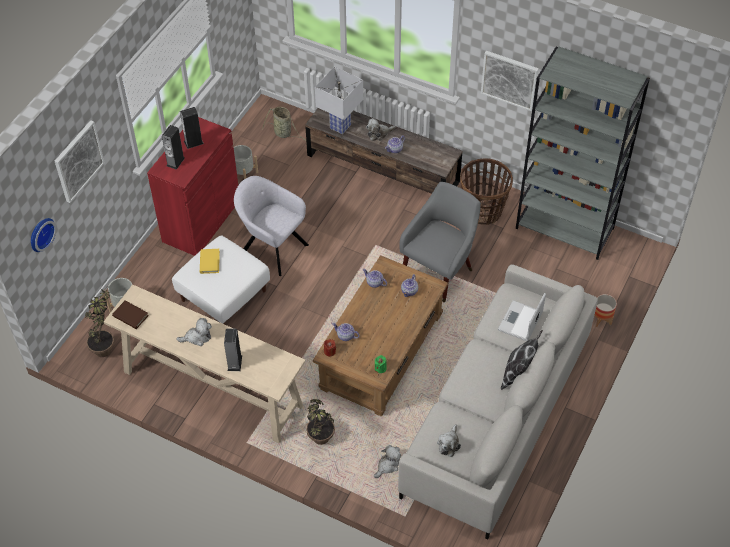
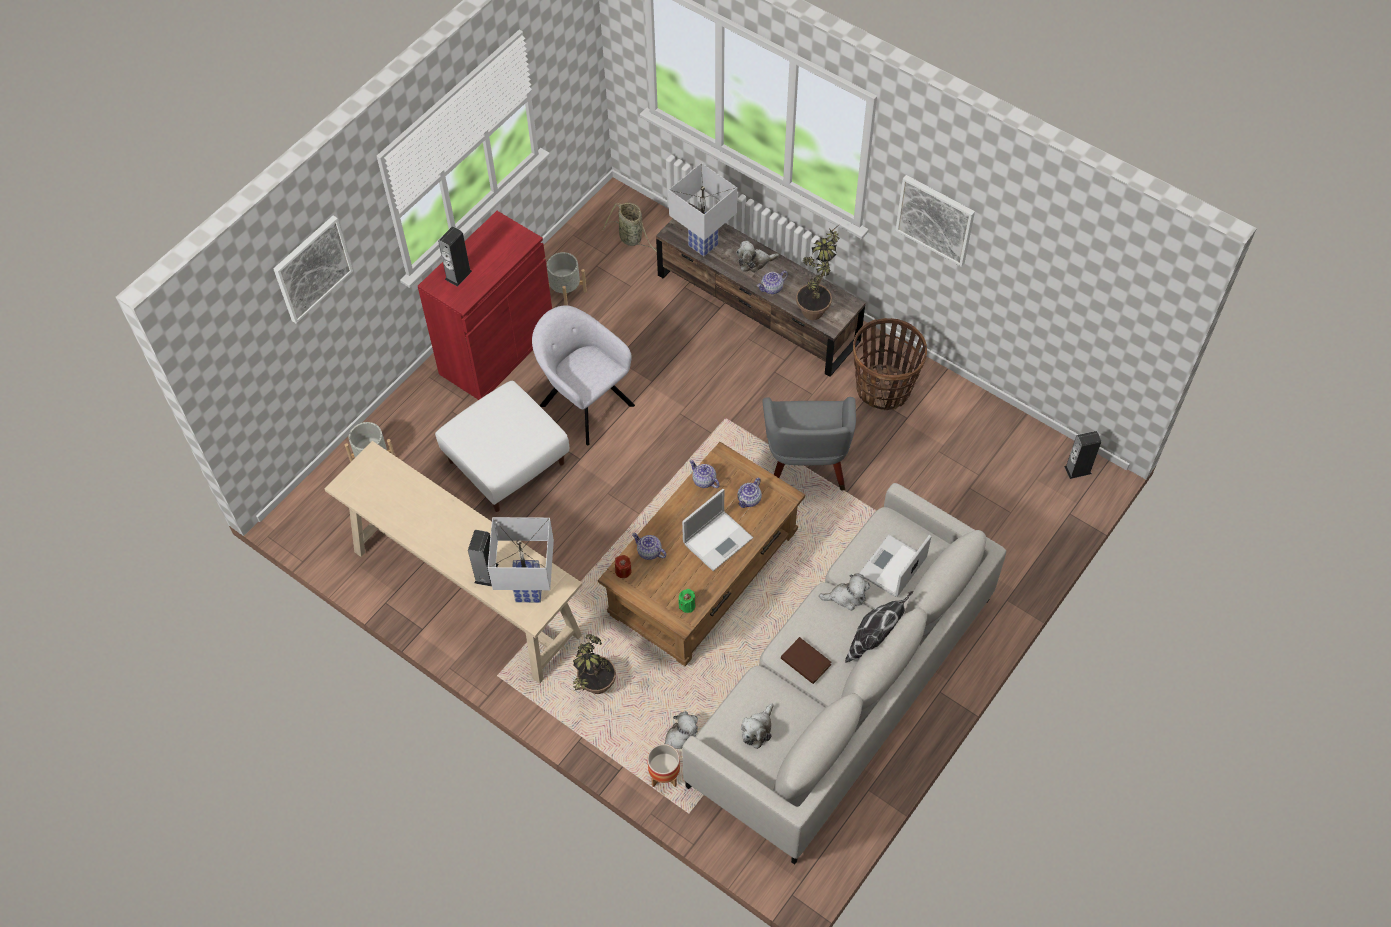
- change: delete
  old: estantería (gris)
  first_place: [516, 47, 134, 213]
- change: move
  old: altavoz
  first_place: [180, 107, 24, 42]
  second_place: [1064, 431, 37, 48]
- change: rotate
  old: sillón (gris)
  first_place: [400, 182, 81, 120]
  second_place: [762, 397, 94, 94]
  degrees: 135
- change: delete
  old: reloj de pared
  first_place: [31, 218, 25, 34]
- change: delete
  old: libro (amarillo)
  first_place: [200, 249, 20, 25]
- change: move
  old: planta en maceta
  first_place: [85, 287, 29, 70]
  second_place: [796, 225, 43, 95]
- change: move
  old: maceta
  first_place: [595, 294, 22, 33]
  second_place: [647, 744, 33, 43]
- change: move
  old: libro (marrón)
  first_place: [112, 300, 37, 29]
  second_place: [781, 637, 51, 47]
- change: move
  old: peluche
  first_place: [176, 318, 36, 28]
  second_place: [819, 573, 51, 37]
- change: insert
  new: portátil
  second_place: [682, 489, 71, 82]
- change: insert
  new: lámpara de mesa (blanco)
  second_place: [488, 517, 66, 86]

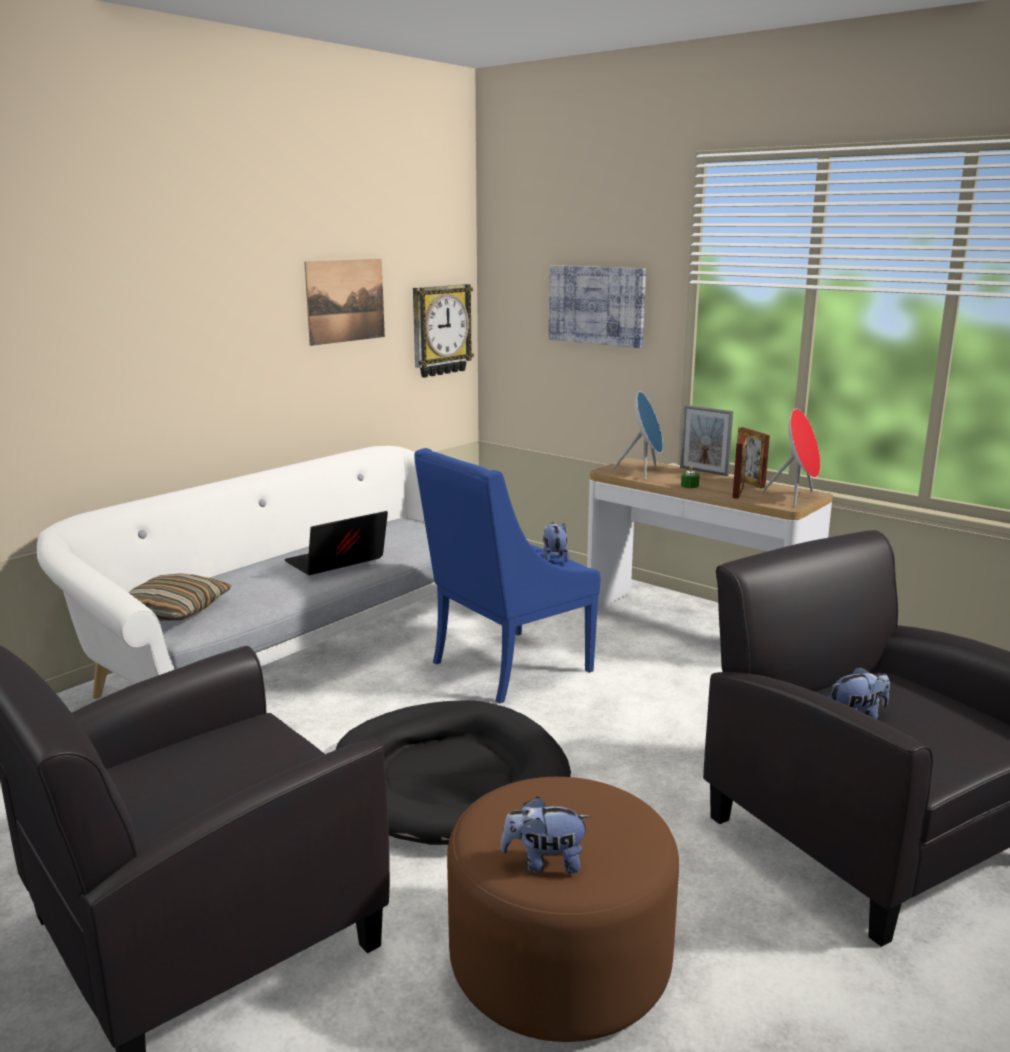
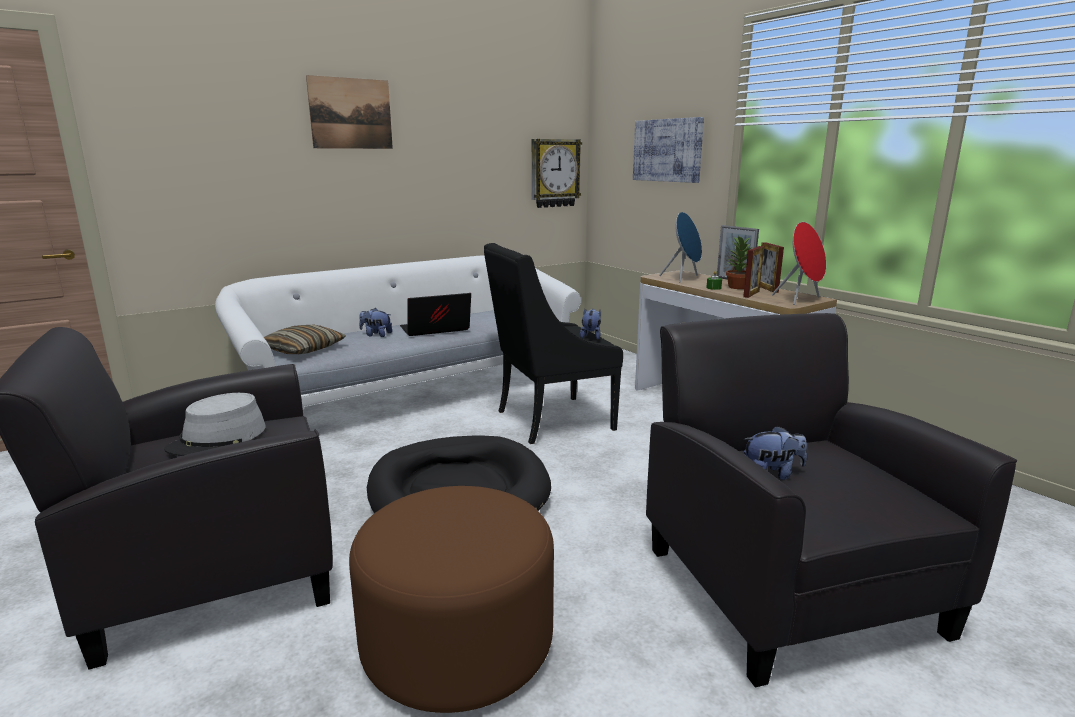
- change: move
  old: cuadro
  first_place: [305, 259, 80, 87]
  second_place: [306, 75, 87, 74]
- change: recolor
  old: sillón (azul)
  new: sillón (negro)
  first_place: [414, 448, 186, 256]
  second_place: [484, 243, 139, 201]
- change: move
  old: peluche
  first_place: [500, 797, 91, 76]
  second_place: [359, 308, 33, 29]
- change: insert
  new: planta en maceta
  second_place: [726, 237, 27, 52]
- change: insert
  new: sombrero (gris)
  second_place: [164, 393, 102, 63]

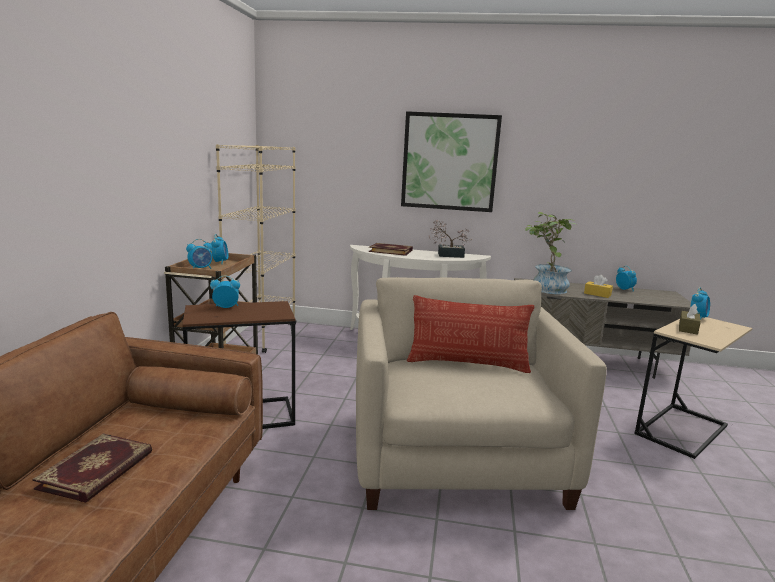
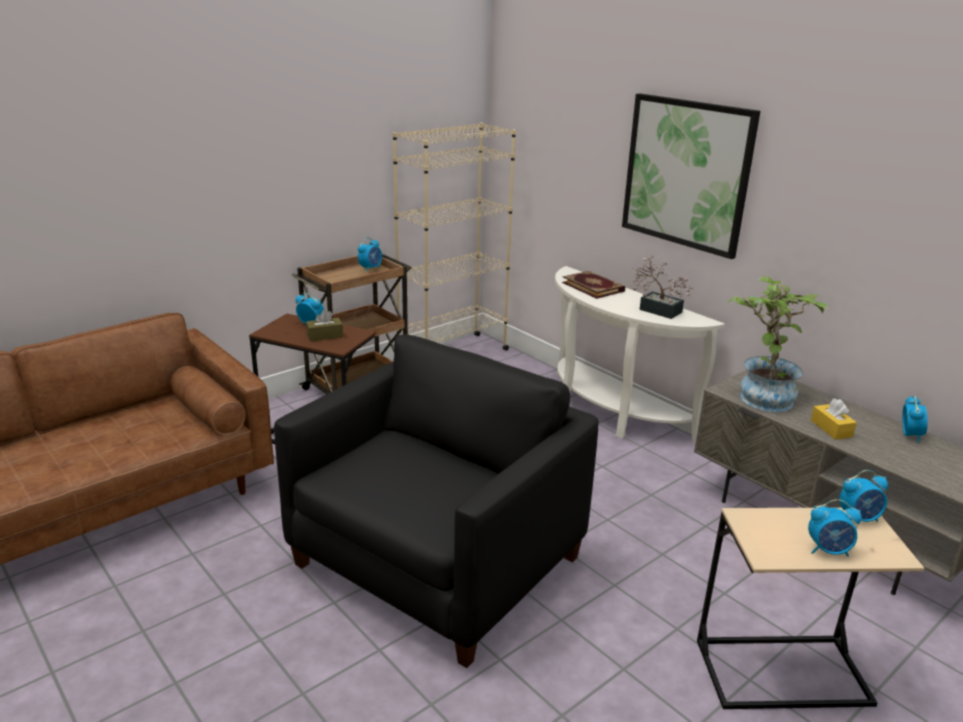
- change: move
  old: despertador
  first_place: [186, 239, 27, 30]
  second_place: [808, 499, 54, 58]
- change: recolor
  old: sillón (beis)
  new: sillón (negro)
  first_place: [356, 277, 251, 233]
  second_place: [274, 334, 324, 334]
- change: delete
  old: cojín
  first_place: [407, 295, 127, 78]
- change: move
  old: caja de pañuelos (marrón)
  first_place: [679, 304, 22, 31]
  second_place: [306, 310, 37, 31]
- change: delete
  old: libro
  first_place: [32, 433, 120, 70]

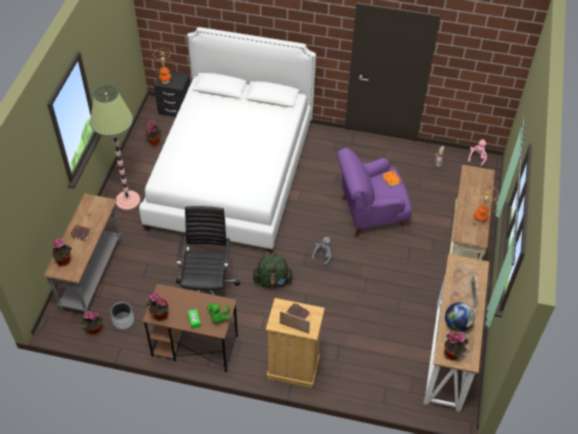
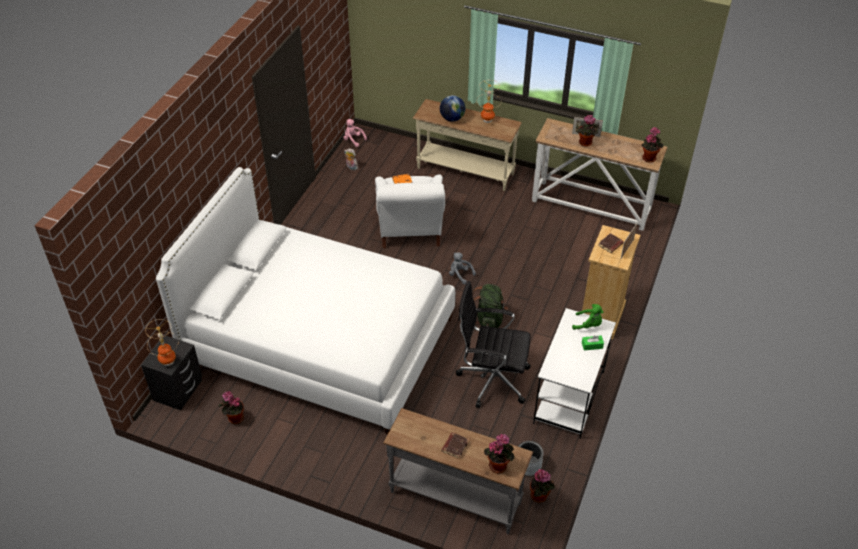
- change: delete
  old: lámpara de pie
  first_place: [90, 86, 50, 124]
- change: recolor
  old: sillón (morado)
  new: sillón (blanco)
  first_place: [337, 148, 75, 89]
  second_place: [375, 175, 70, 73]
- change: recolor
  old: escritorio (marrón)
  new: escritorio (blanco)
  first_place: [142, 284, 96, 88]
  second_place: [533, 308, 83, 131]
- change: move
  old: planta en maceta
  first_place: [146, 292, 23, 29]
  second_place: [576, 115, 22, 31]
- change: move
  old: globo terráqueo
  first_place: [445, 302, 30, 30]
  second_place: [440, 95, 25, 27]

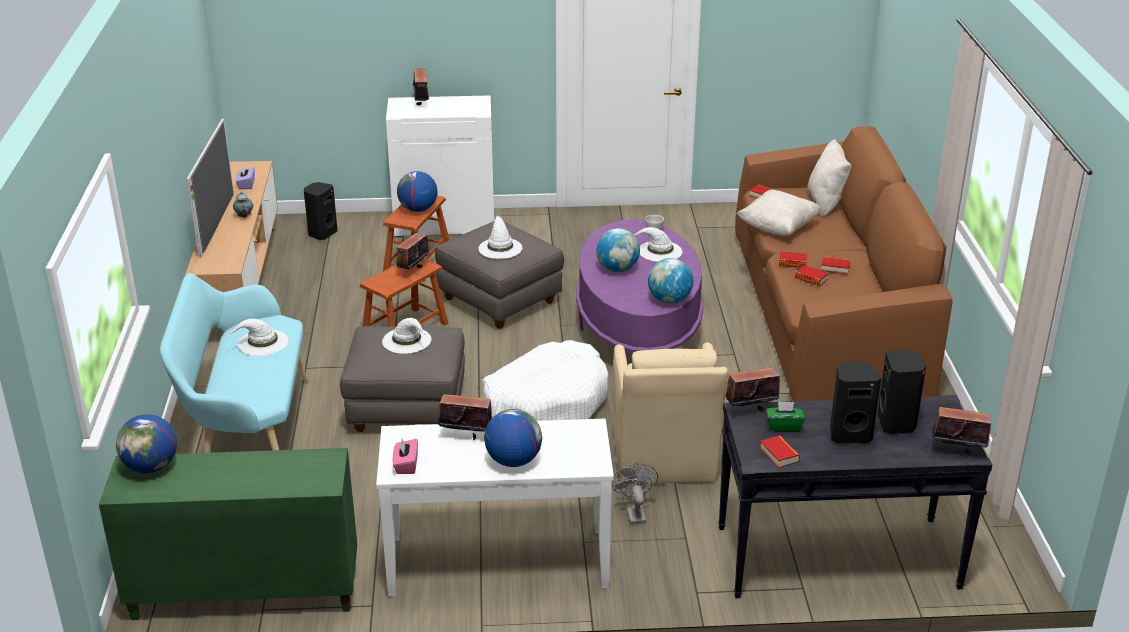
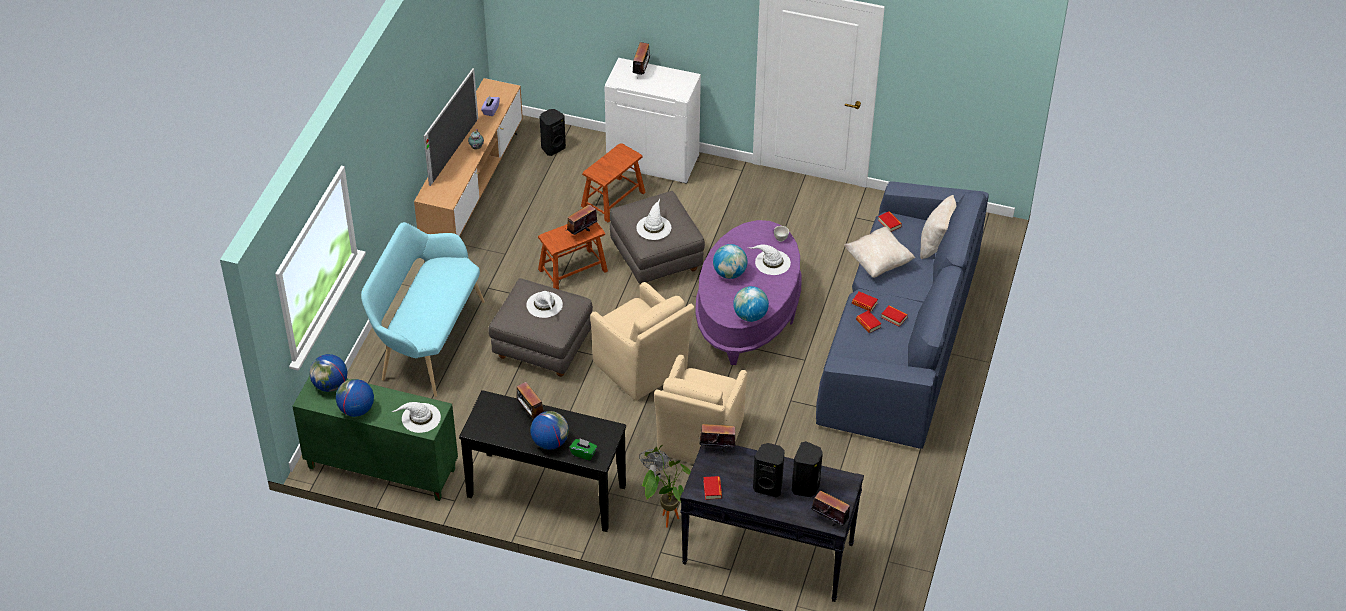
- change: recolor
  old: sofá (marrón)
  new: sofá (azul)
  first_place: [735, 126, 217, 275]
  second_place: [816, 181, 173, 268]
- change: move
  old: globo terráqueo
  first_place: [397, 171, 40, 41]
  second_place: [336, 379, 38, 38]
- change: move
  old: sombrero (blanco)
  first_place: [226, 319, 62, 37]
  second_place: [392, 402, 49, 31]
- change: replace
  old: cama para perro (blanco)
  new: sillón (beis)
  first_place: [482, 340, 127, 81]
  second_place: [590, 282, 104, 119]
- change: rotate
  old: radio
  first_place: [438, 387, 54, 53]
  second_place: [517, 382, 27, 39]
  degrees: -150
- change: move
  old: caja de pañuelos (verde)
  first_place: [766, 401, 39, 31]
  second_place: [570, 438, 27, 22]
- change: recolor
  old: mesa consola (blanco)
  new: mesa consola (negro)
  first_place: [376, 419, 238, 178]
  second_place: [459, 390, 167, 142]
- change: delete
  old: caja de pañuelos (rosa)
  first_place: [393, 439, 25, 35]
- change: insert
  new: planta en maceta
  second_place: [641, 445, 50, 83]

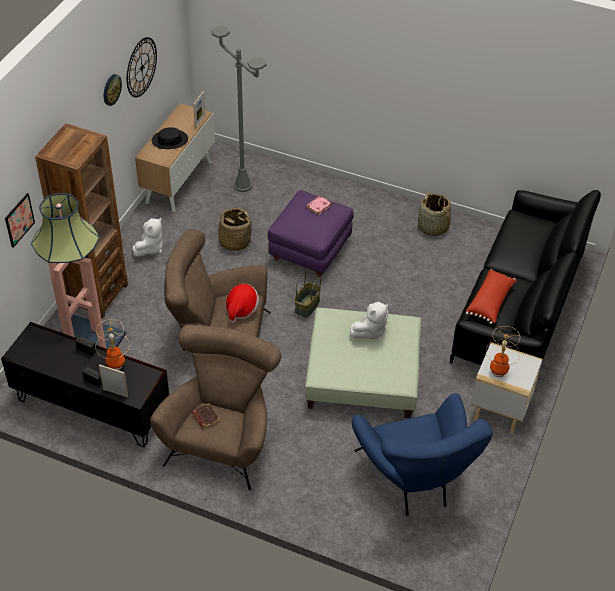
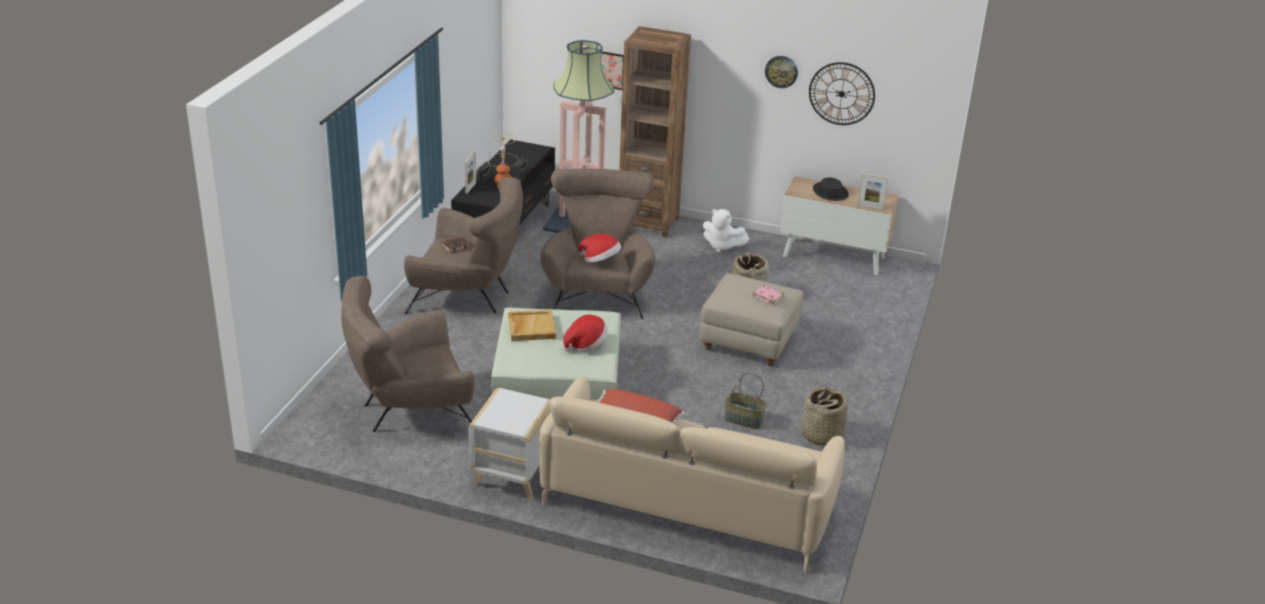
- change: delete
  old: lámpara de pie (gris)
  first_place: [211, 26, 55, 166]
- change: recolor
  old: puf (morado)
  new: puf (beis)
  first_place: [268, 190, 86, 87]
  second_place: [700, 273, 103, 93]
- change: recolor
  old: sofá (negro)
  new: sofá (beis)
  first_place: [450, 190, 151, 175]
  second_place: [539, 377, 306, 195]
- change: move
  old: cesta
  first_place: [295, 272, 26, 46]
  second_place: [724, 372, 42, 57]
- change: replace
  old: peluche (blanco)
  new: sombrero
  first_place: [350, 302, 39, 38]
  second_place: [563, 314, 45, 39]
- change: delete
  old: lámpara de mesa
  first_place: [486, 326, 34, 52]
- change: recolor
  old: sillón (azul)
  new: sillón (marrón)
  first_place: [352, 393, 141, 123]
  second_place: [341, 276, 133, 156]
- change: insert
  new: bandeja (beis)
  second_place: [508, 310, 48, 31]

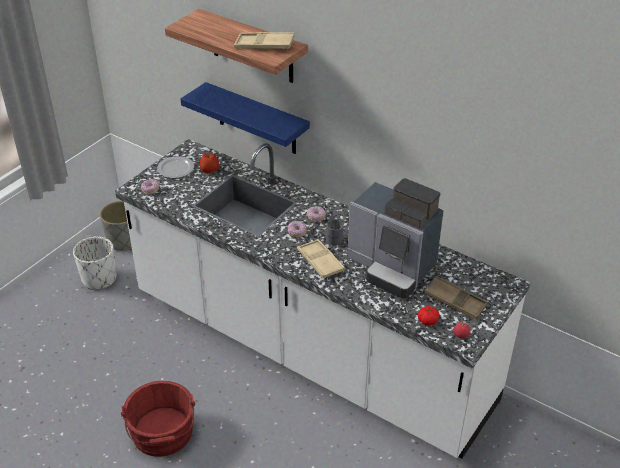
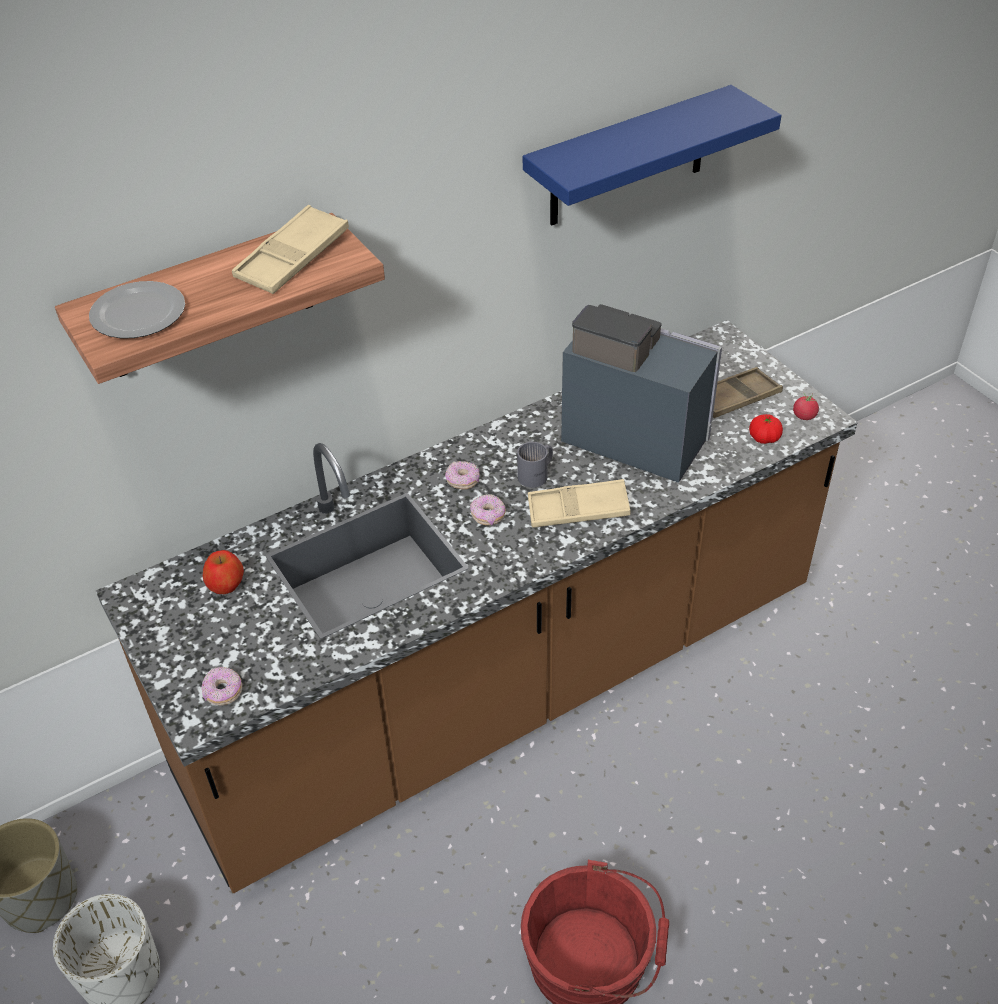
- change: move
  old: estante (azul)
  first_place: [180, 82, 130, 72]
  second_place: [523, 85, 258, 140]
- change: recolor
  old: mueble bajo de cocina (blanco)
  new: mueble bajo de cocina (marrón)
  first_place: [115, 139, 415, 320]
  second_place: [96, 320, 762, 573]
- change: move
  old: plato
  first_place: [157, 156, 37, 22]
  second_place: [89, 281, 96, 58]
- change: rotate
  old: cafetera
  first_place: [347, 178, 97, 120]
  second_place: [561, 304, 161, 179]
  degrees: -120

